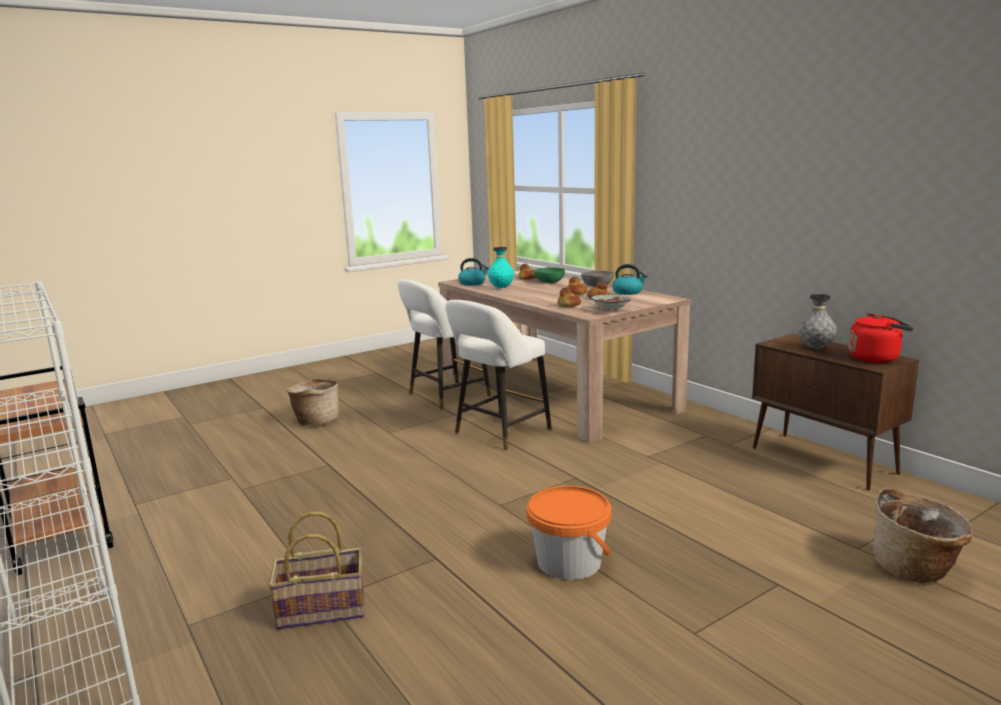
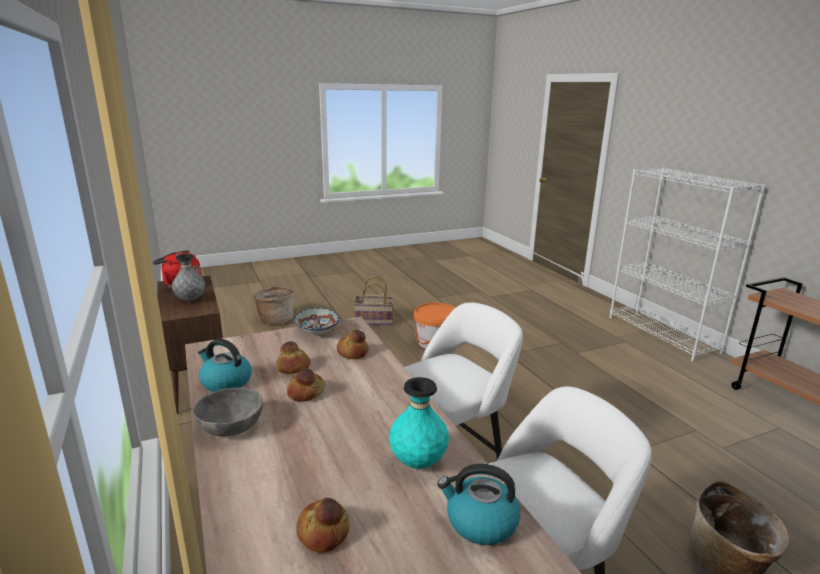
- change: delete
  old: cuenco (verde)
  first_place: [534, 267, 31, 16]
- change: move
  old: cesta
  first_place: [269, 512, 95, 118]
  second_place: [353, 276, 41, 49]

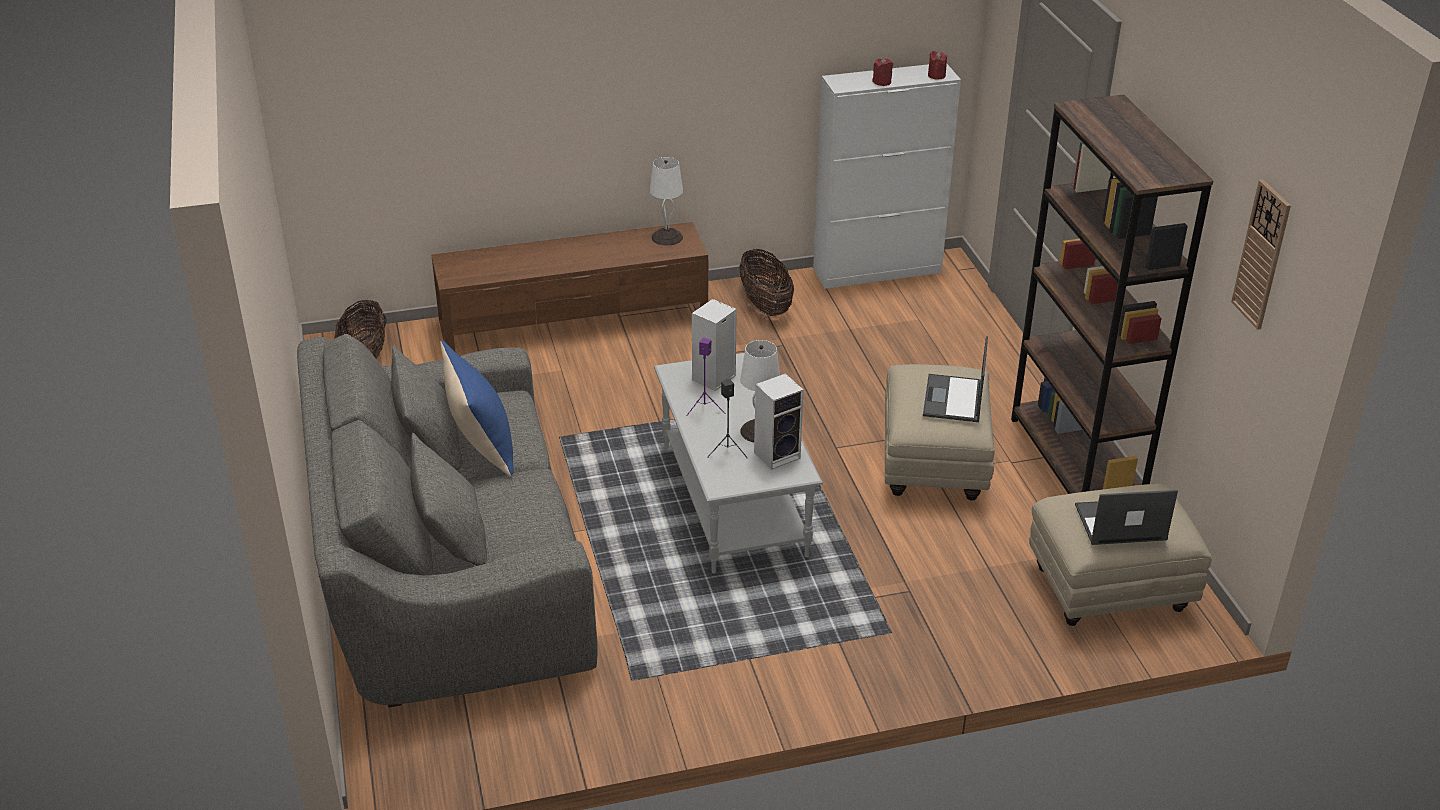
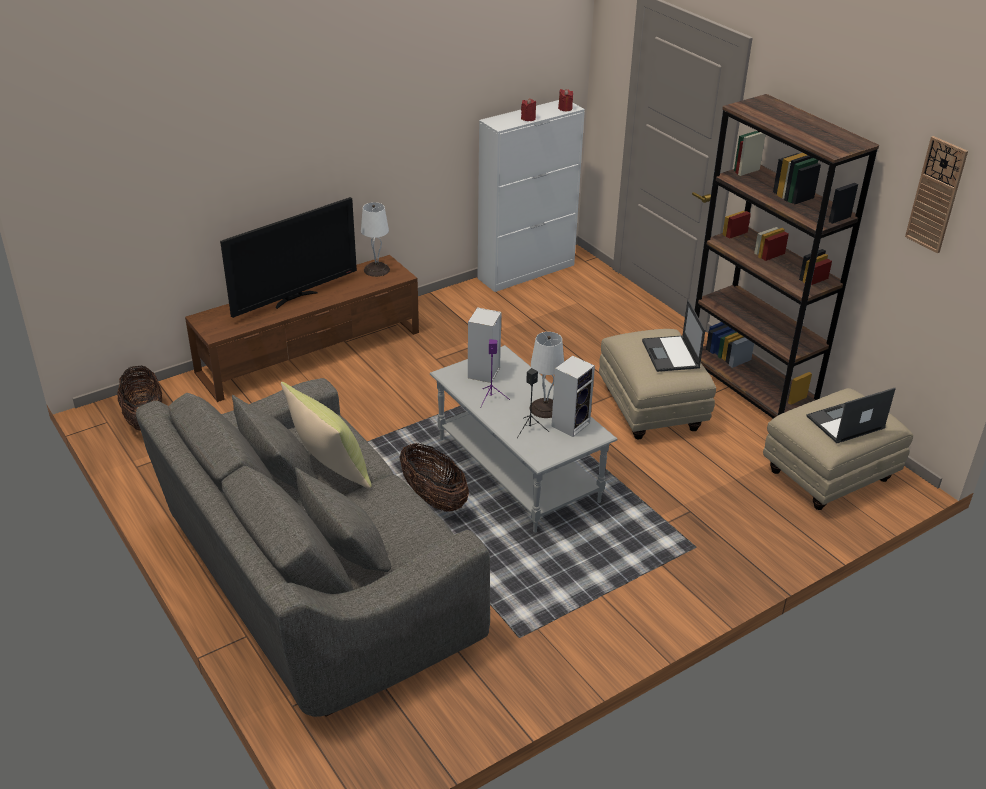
- change: move
  old: cesta
  first_place: [739, 249, 55, 67]
  second_place: [399, 443, 70, 69]
- change: recolor
  old: cojín (azul)
  new: cojín (amarillo)
  first_place: [440, 340, 74, 136]
  second_place: [281, 382, 91, 106]
- change: insert
  new: televisor
  second_place: [220, 197, 137, 121]

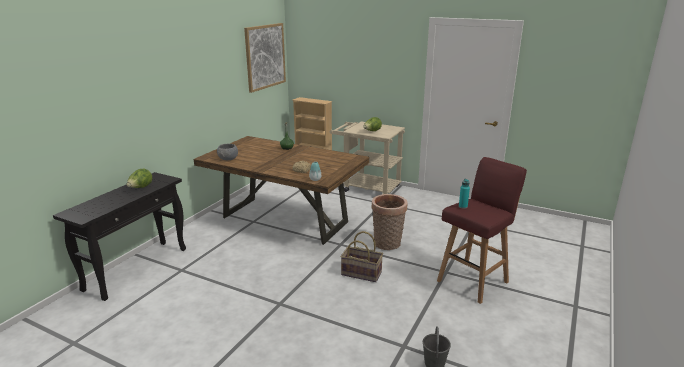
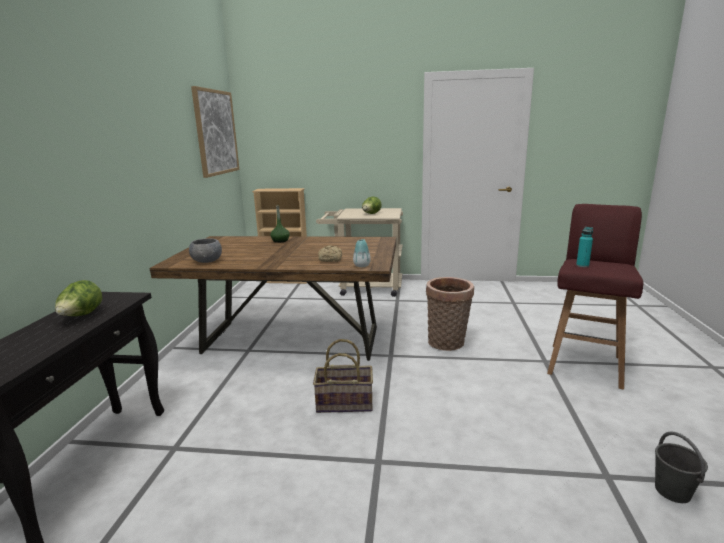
- change: move
  old: cesta
  first_place: [341, 231, 42, 51]
  second_place: [313, 339, 60, 74]

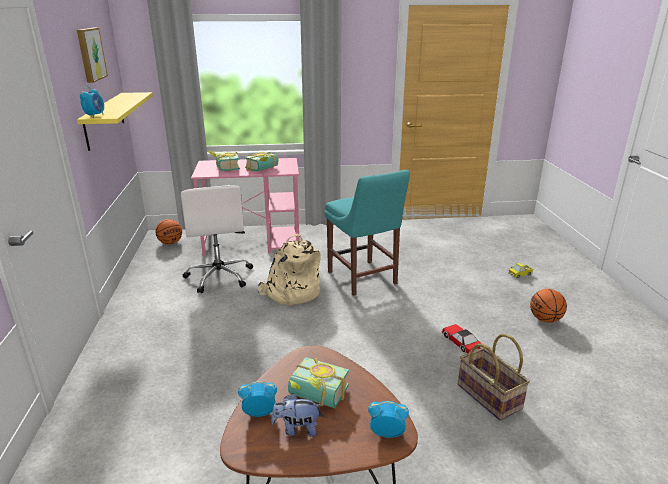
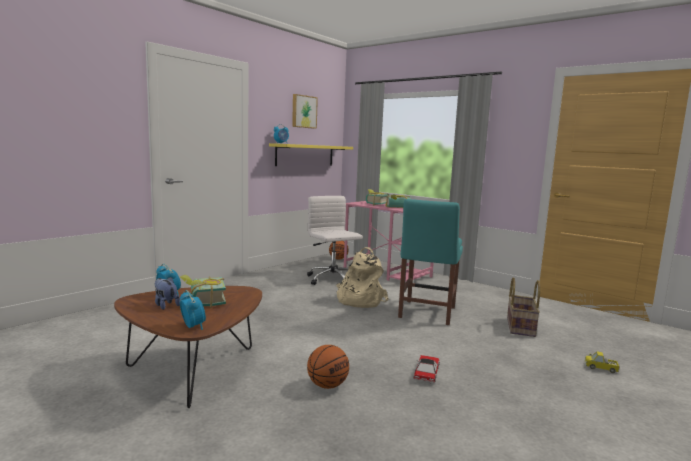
- change: rotate
  old: silla de oficina (blanco)
  first_place: [181, 185, 72, 108]
  second_place: [307, 196, 56, 89]
  degrees: 120
- change: move
  old: balón de baloncesto
  first_place: [530, 289, 37, 34]
  second_place: [307, 345, 42, 44]
- change: move
  old: cesta
  first_place: [458, 334, 72, 87]
  second_place: [507, 277, 33, 60]

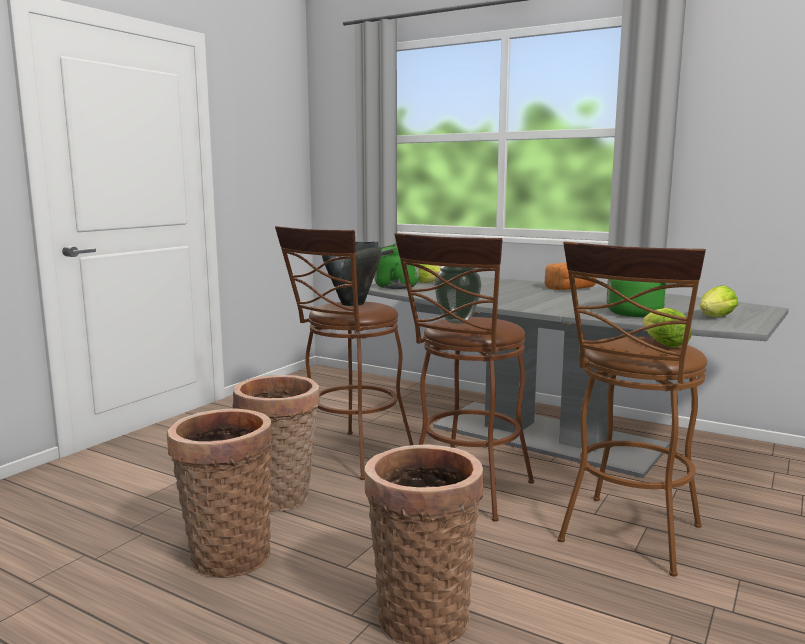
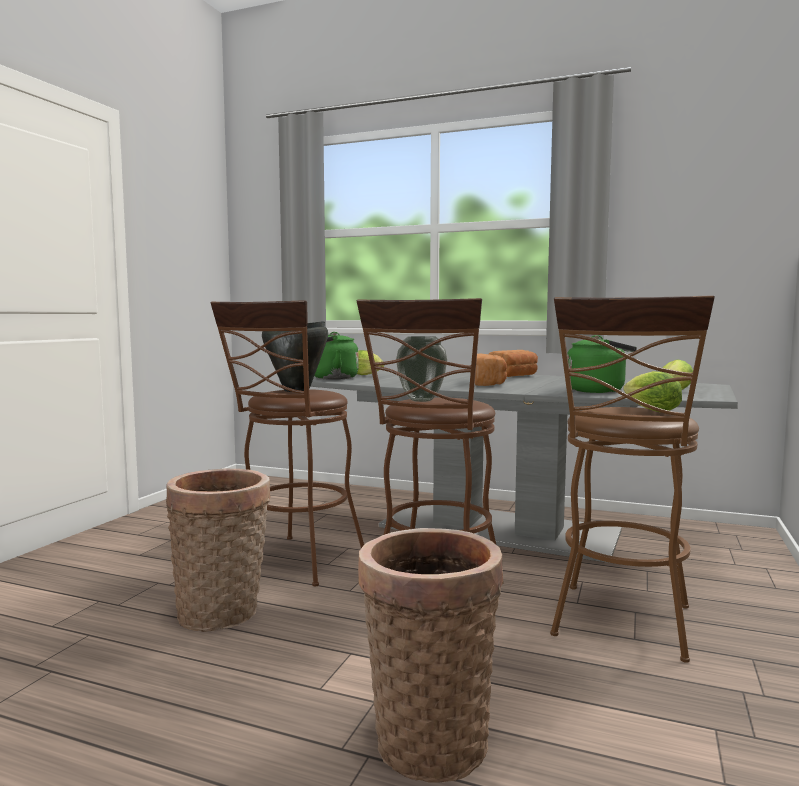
- change: delete
  old: cesta
  first_place: [167, 408, 107, 170]
- change: insert
  new: pan
  second_place: [475, 354, 32, 32]

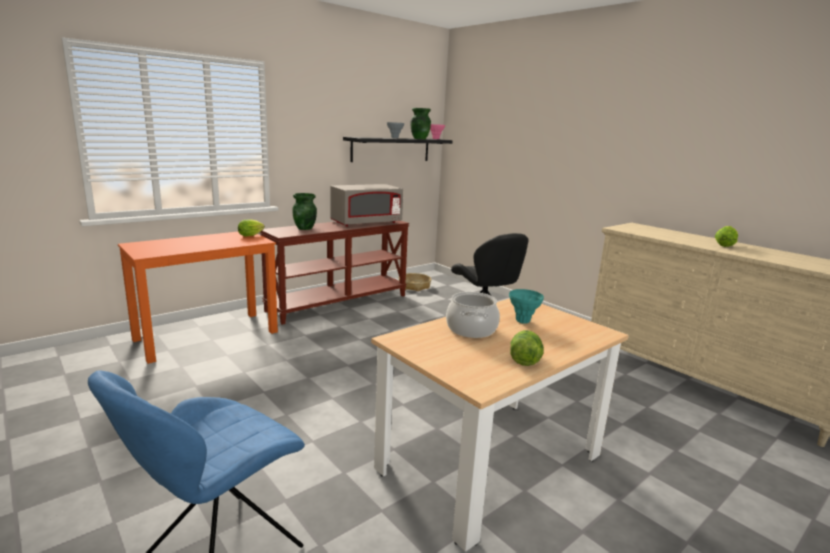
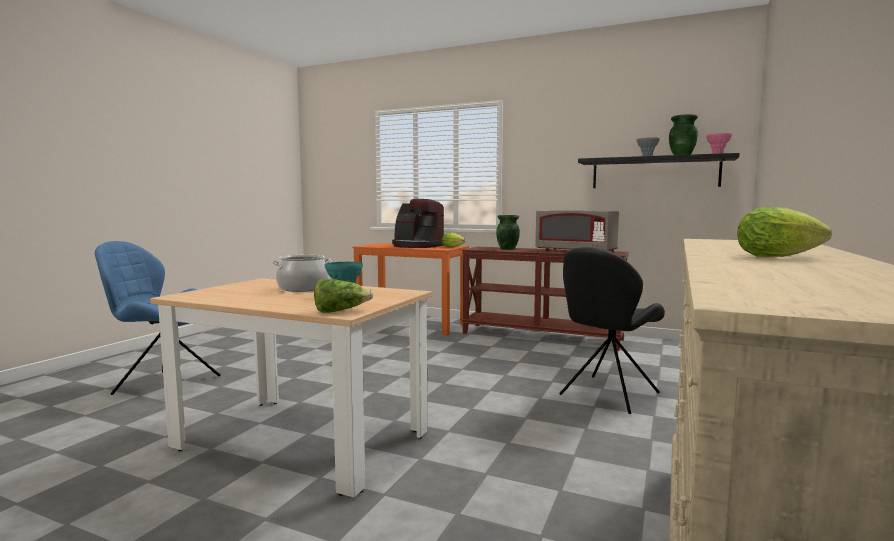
- change: delete
  old: cesta
  first_place: [399, 273, 32, 18]
- change: move
  old: lechuga
  first_place: [510, 330, 34, 36]
  second_place: [314, 279, 60, 34]
- change: insert
  new: cafetera
  second_place: [392, 199, 52, 49]

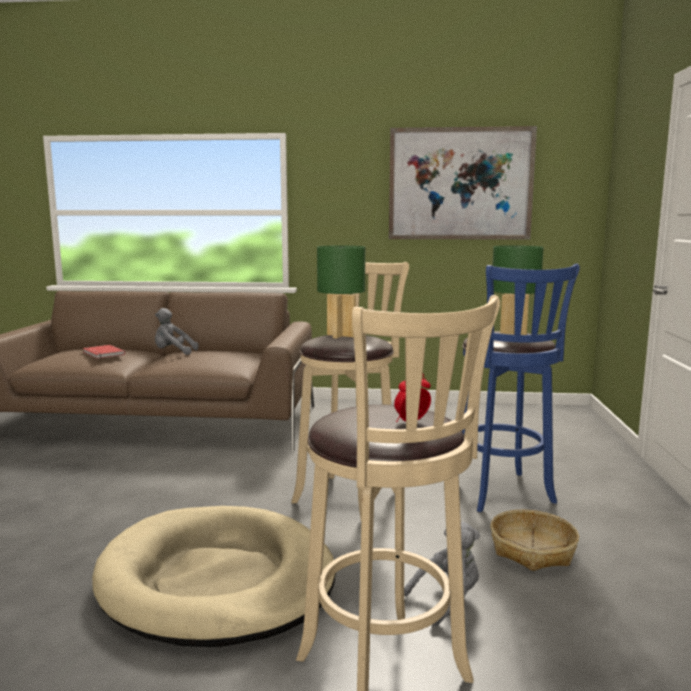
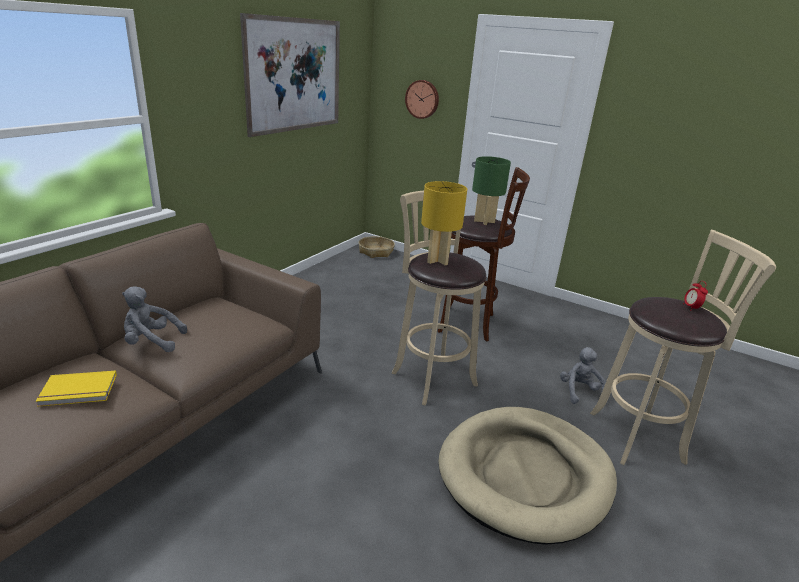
- change: recolor
  old: lámpara de mesa (verde)
  new: lámpara de mesa (amarillo)
  first_place: [317, 245, 48, 93]
  second_place: [421, 181, 46, 84]
- change: recolor
  old: taburete (azul)
  new: taburete (marrón)
  first_place: [462, 263, 118, 249]
  second_place: [437, 167, 93, 175]
- change: rotate
  old: peluche (gris)
  first_place: [155, 308, 44, 47]
  second_place: [122, 286, 65, 66]
  degrees: 60
- change: recolor
  old: libro (rojo)
  new: libro (amarillo)
  first_place: [83, 345, 42, 14]
  second_place: [36, 371, 81, 36]
- change: move
  old: cesta
  first_place: [490, 510, 89, 61]
  second_place: [359, 236, 36, 22]
- change: insert
  new: reloj de pared
  second_place: [405, 80, 34, 39]

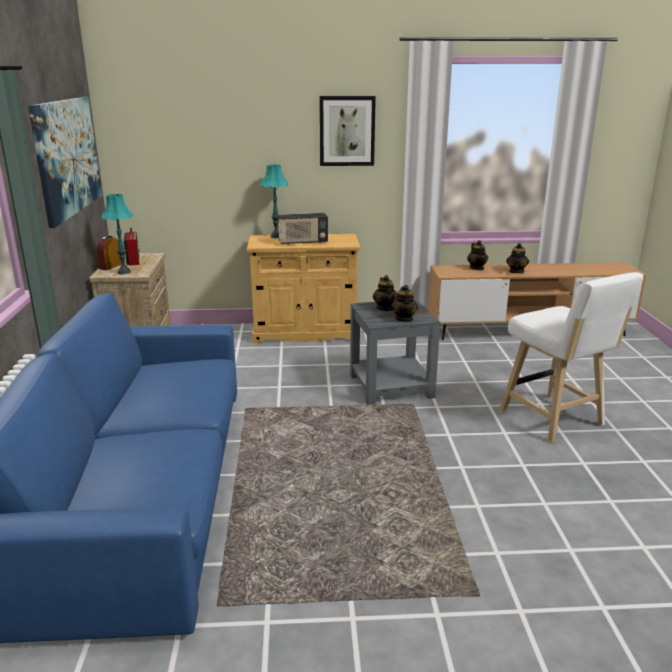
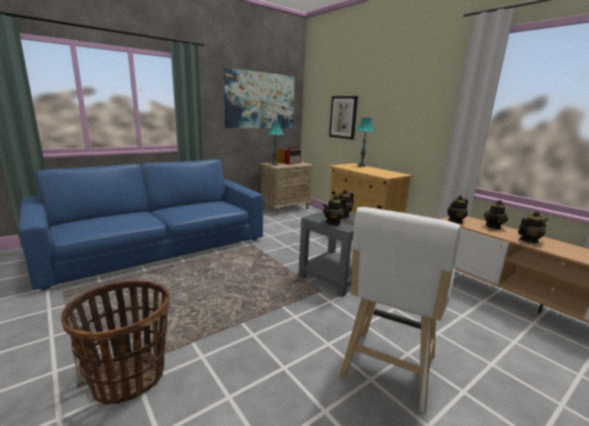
- change: move
  old: cuadro
  first_place: [319, 96, 57, 70]
  second_place: [329, 96, 29, 44]
- change: delete
  old: radio
  first_place: [278, 213, 50, 31]
- change: insert
  new: tetera
  second_place: [447, 195, 21, 29]
- change: insert
  new: cesta
  second_place: [61, 281, 109, 124]

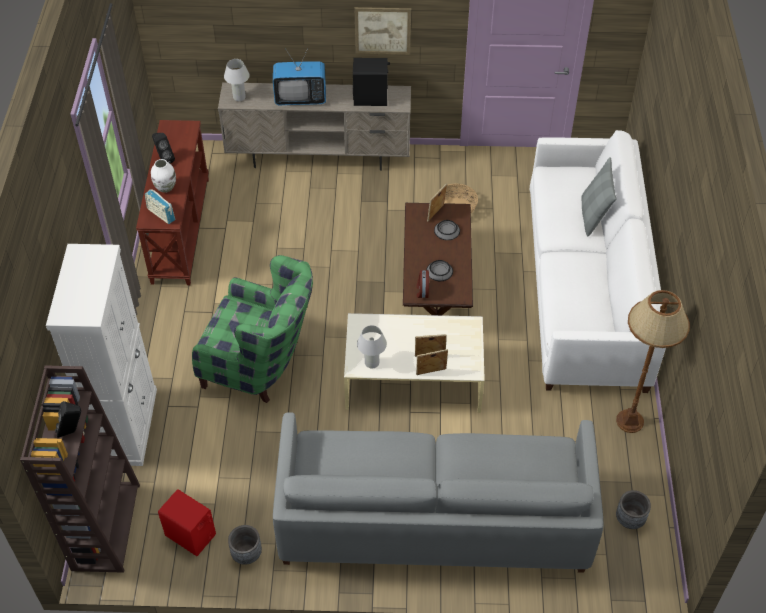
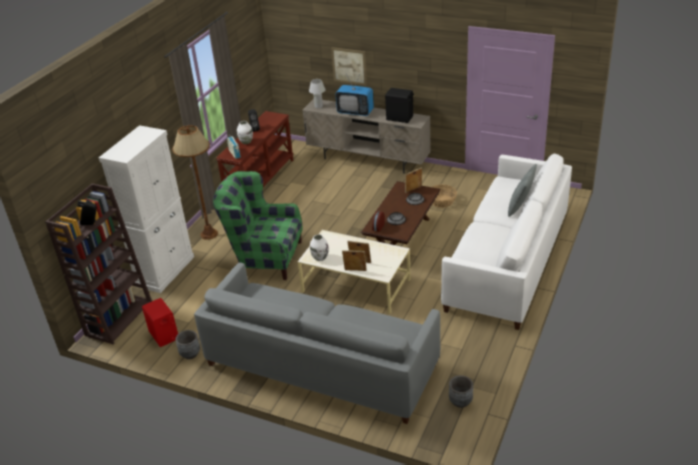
- change: move
  old: cuadro
  first_place: [355, 7, 56, 48]
  second_place: [331, 47, 36, 39]
- change: rotate
  old: sillón (verde)
  first_place: [192, 255, 121, 148]
  second_place: [213, 171, 89, 109]
  degrees: 150
- change: move
  old: lámpara de pie (marrón)
  first_place: [616, 290, 74, 143]
  second_place: [172, 125, 46, 115]
- change: replace
  old: lámpara de mesa (blanco)
  new: florero (blanco)
  first_place: [357, 325, 30, 44]
  second_place: [310, 234, 19, 27]

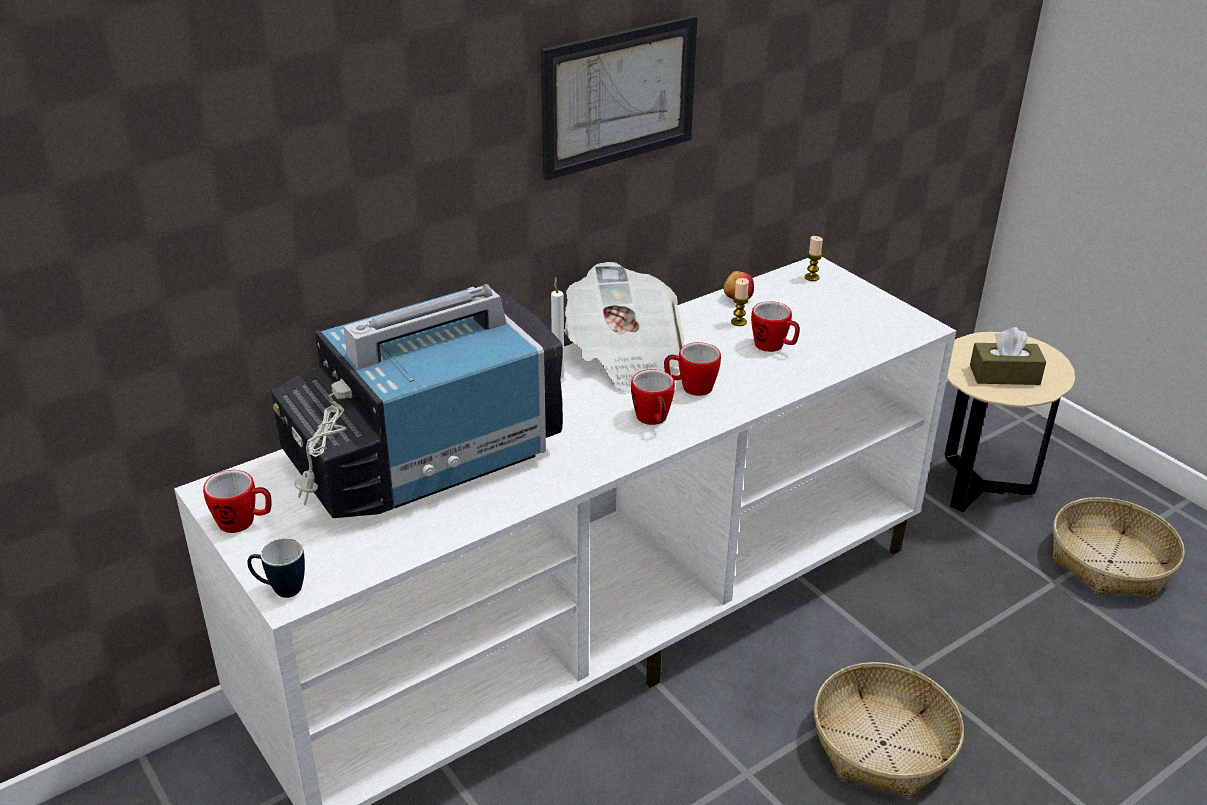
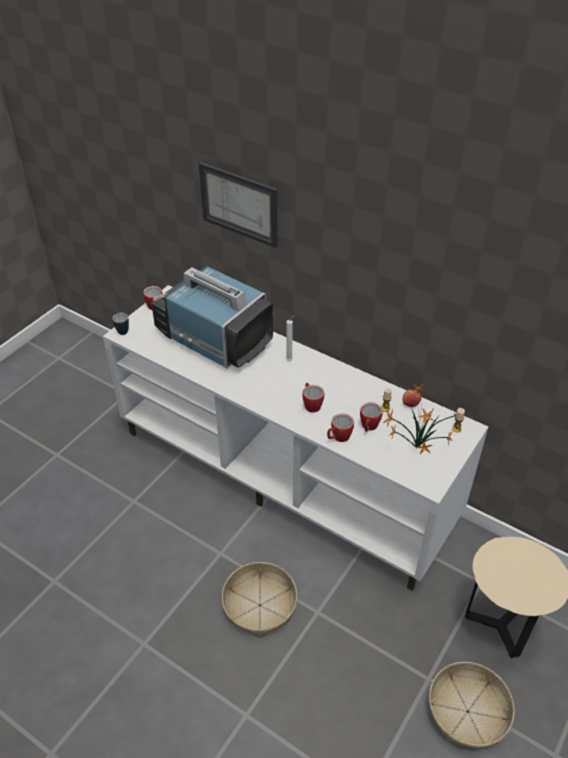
- change: move
  old: cuadro
  first_place: [541, 15, 157, 166]
  second_place: [199, 162, 78, 86]
- change: delete
  old: periódico
  first_place: [564, 262, 121, 131]
- change: delete
  old: caja de pañuelos (marrón)
  first_place: [970, 327, 76, 58]
- change: move
  old: taza grande
  first_place: [631, 369, 44, 56]
  second_place: [327, 413, 27, 29]
- change: insert
  new: planta en maceta
  second_place: [382, 384, 76, 70]

